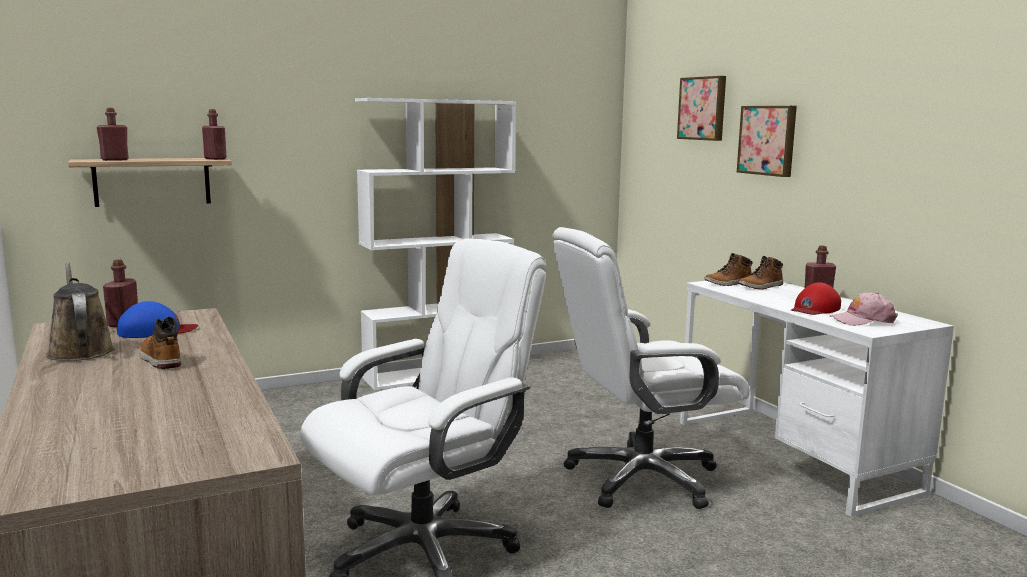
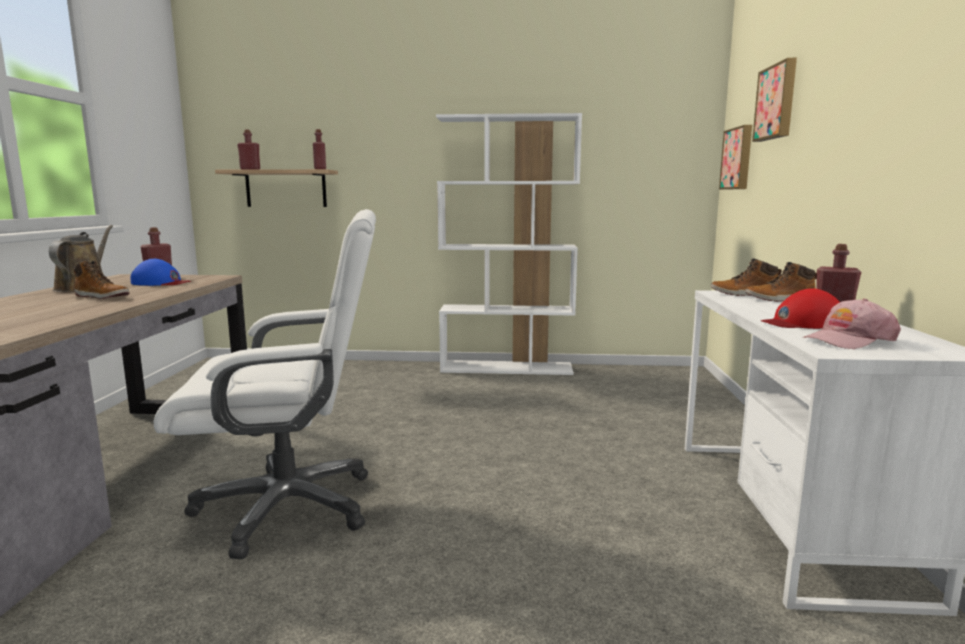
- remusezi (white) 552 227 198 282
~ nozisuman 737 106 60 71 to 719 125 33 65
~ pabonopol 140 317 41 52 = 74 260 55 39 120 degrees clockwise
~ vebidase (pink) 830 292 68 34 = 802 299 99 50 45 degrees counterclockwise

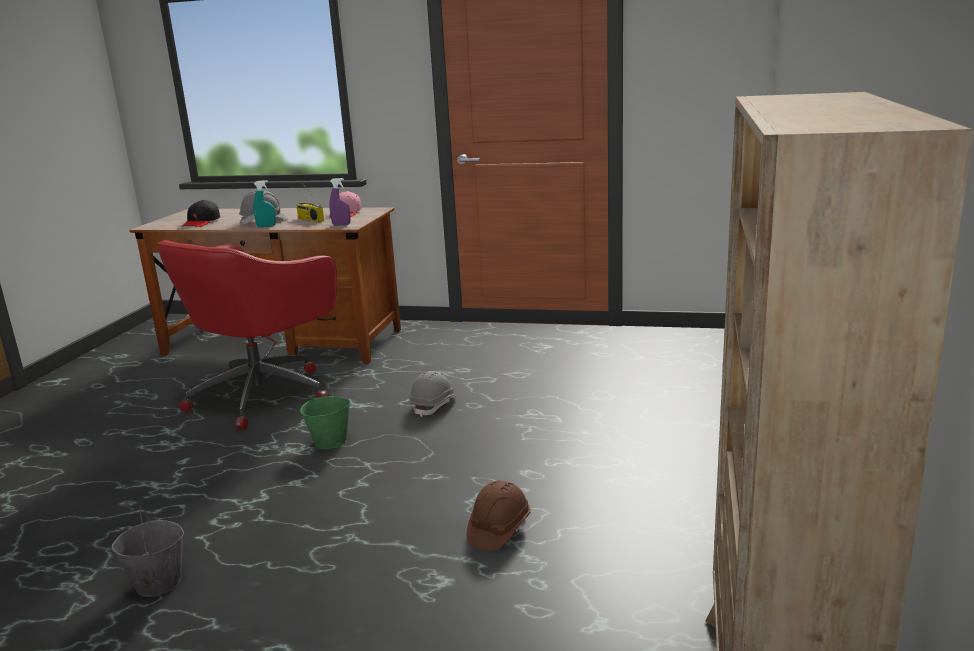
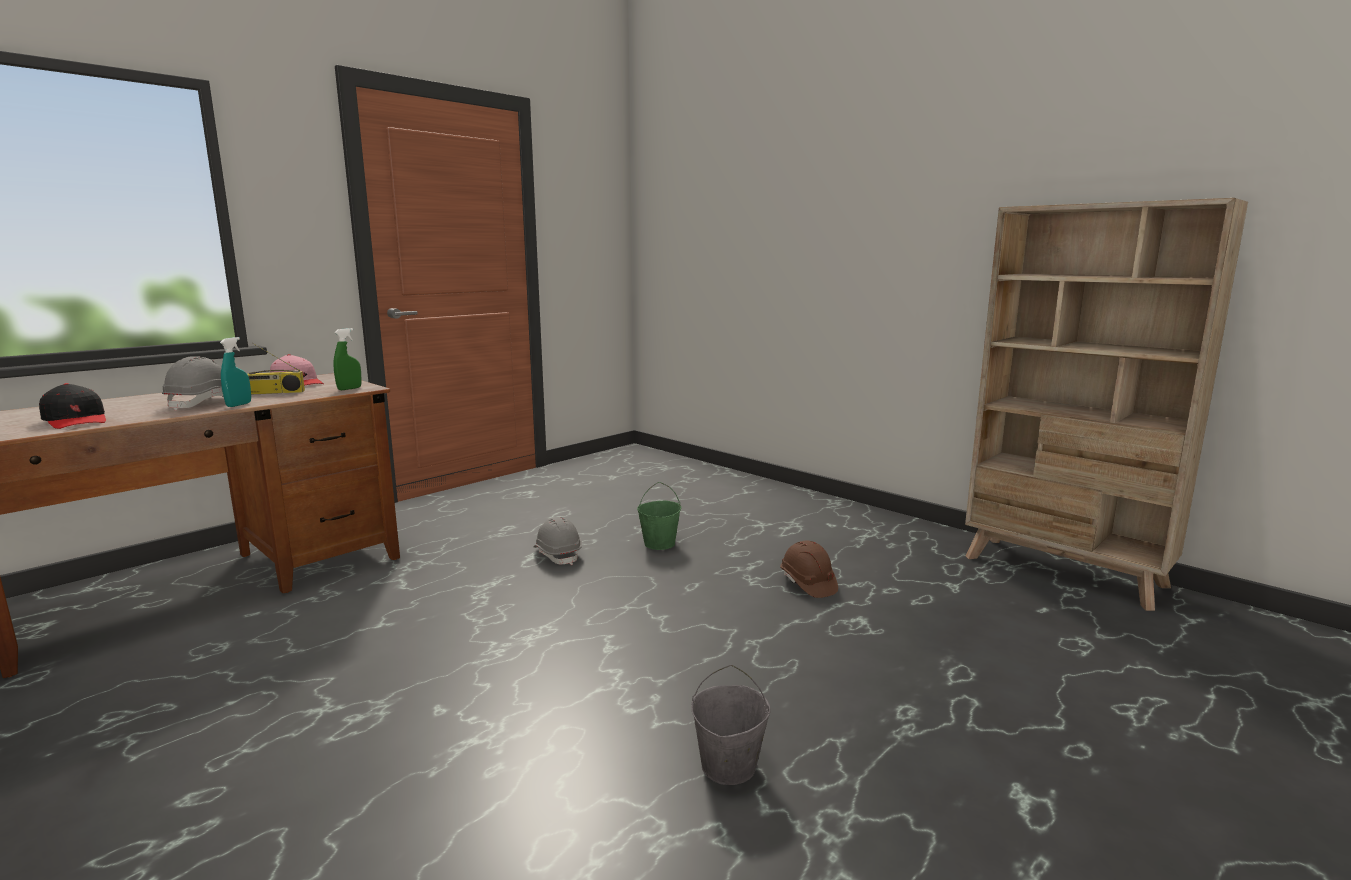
- remusezi (red) 157 240 180 190
~ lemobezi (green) 300 379 51 70 to 637 482 44 68
~ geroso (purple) 329 178 22 47 to geroso (green) 333 328 29 62

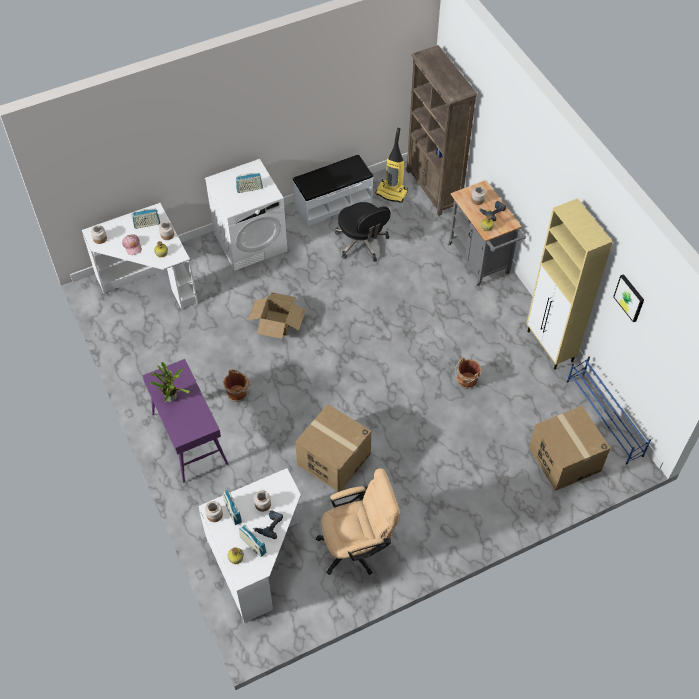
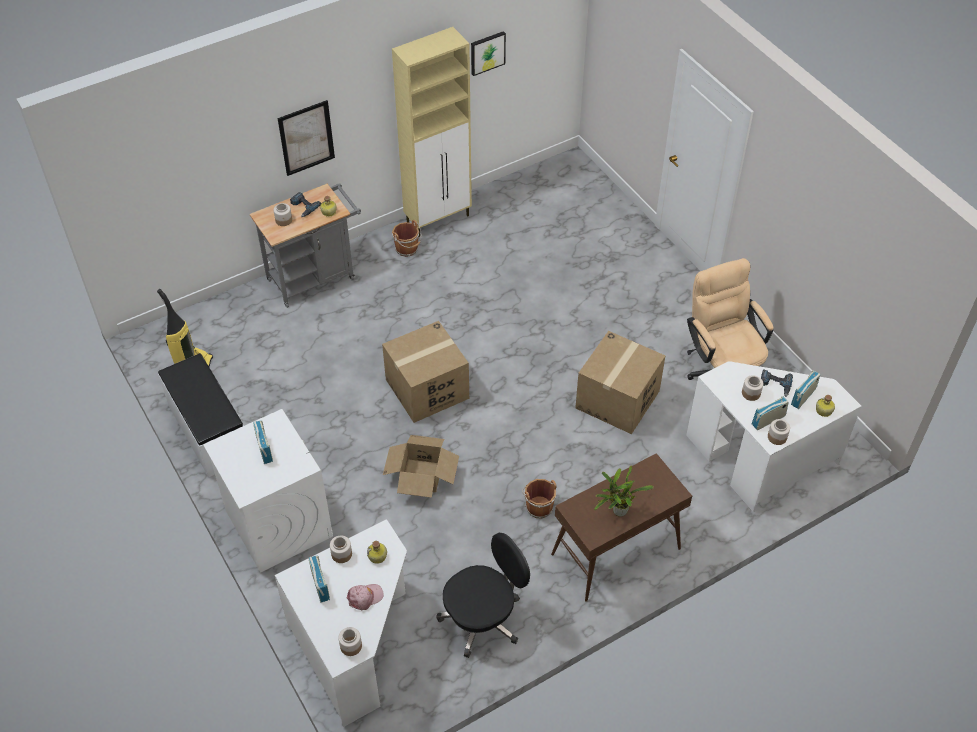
- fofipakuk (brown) 406 45 71 171
- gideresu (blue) 567 357 84 107
+ nozisuman 277 100 58 76
~ remusezi (black) 335 202 55 60 to 436 533 94 125
~ lemobezi (brown) 455 358 27 31 to 392 220 30 37
~ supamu 529 406 82 85 to 382 321 87 102
~ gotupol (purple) 142 359 86 124 to gotupol (brown) 551 453 141 149

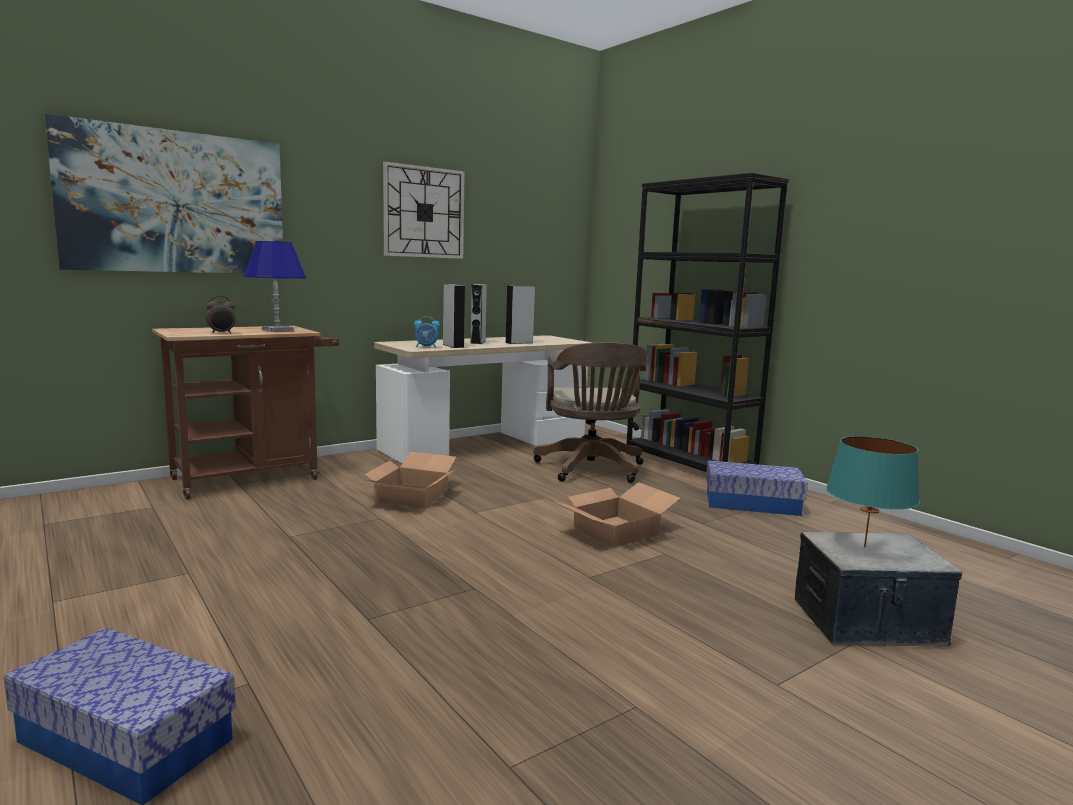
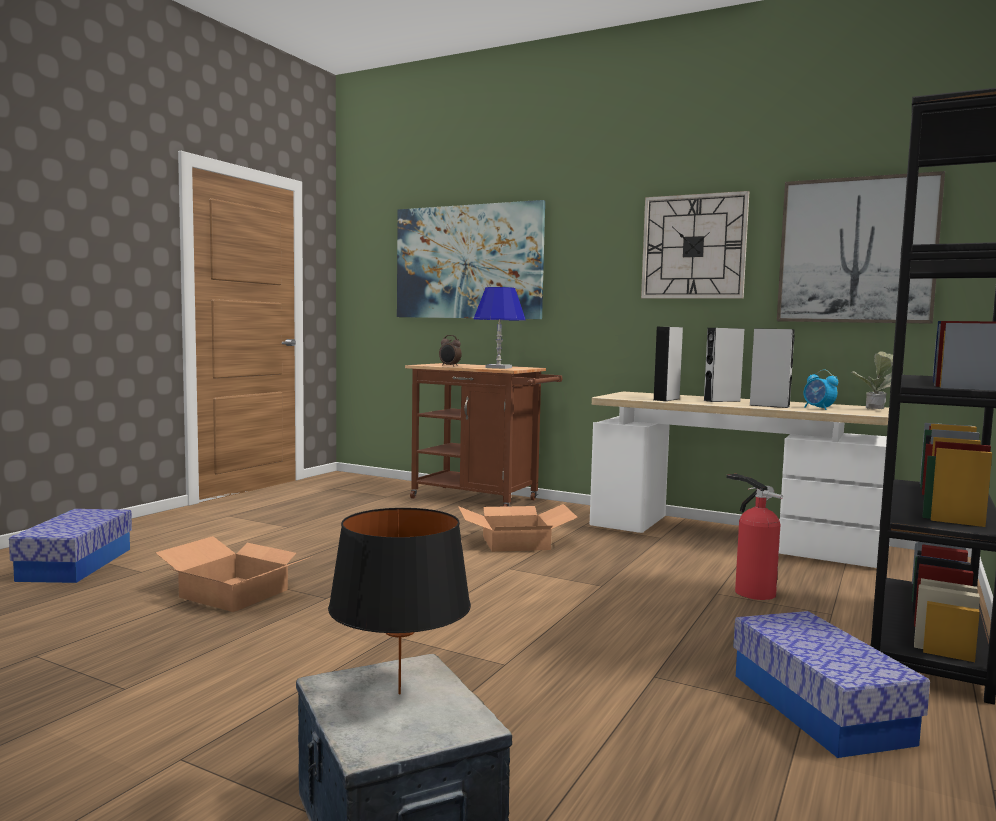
+ nozisuman 777 171 168 153
+ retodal 851 351 42 58
~ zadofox 414 316 26 32 to 803 370 35 40
~ supamu 554 482 126 66 to 156 536 154 76
~ remusezi (brown) 533 342 115 141 to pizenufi 726 474 57 126
~ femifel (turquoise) 826 436 94 111 to femifel (black) 328 508 143 186

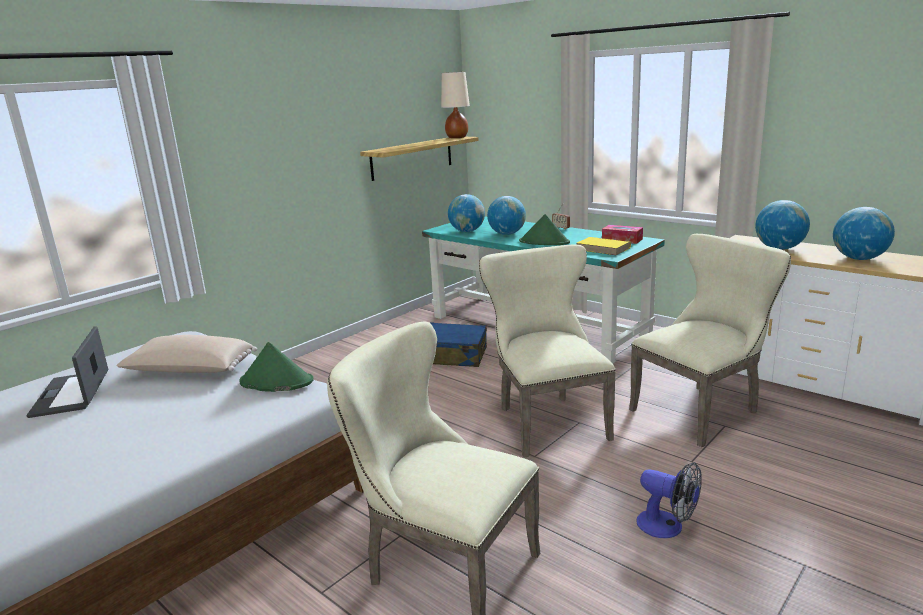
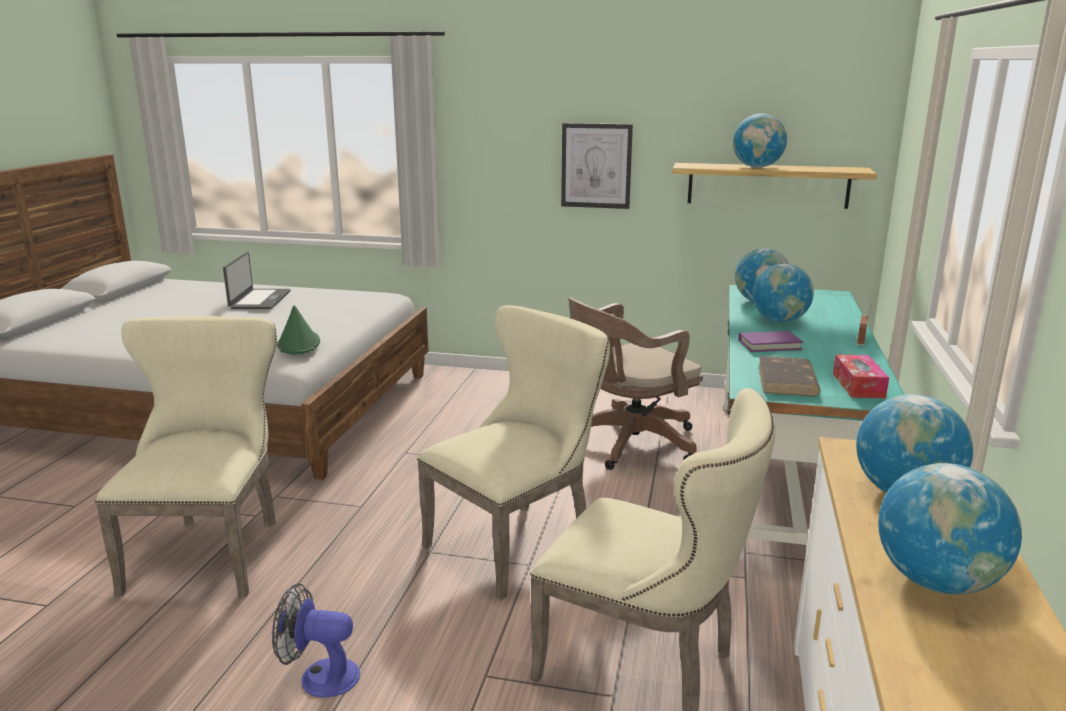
- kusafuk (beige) 117 335 140 38
- femifel (beige) 441 72 29 66
+ nozisuman 561 123 72 86
+ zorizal 733 114 54 54
~ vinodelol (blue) 429 322 58 45 to remusezi (brown) 568 297 135 173
~ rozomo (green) 519 214 51 31 to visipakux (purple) 738 331 66 21
~ visipakux (yellow) 577 237 54 18 to visipakux (brown) 758 356 63 40
~ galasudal 27 327 81 91 = 223 252 68 57 135 degrees clockwise
~ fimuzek 636 462 66 76 = 272 583 88 115 90 degrees clockwise

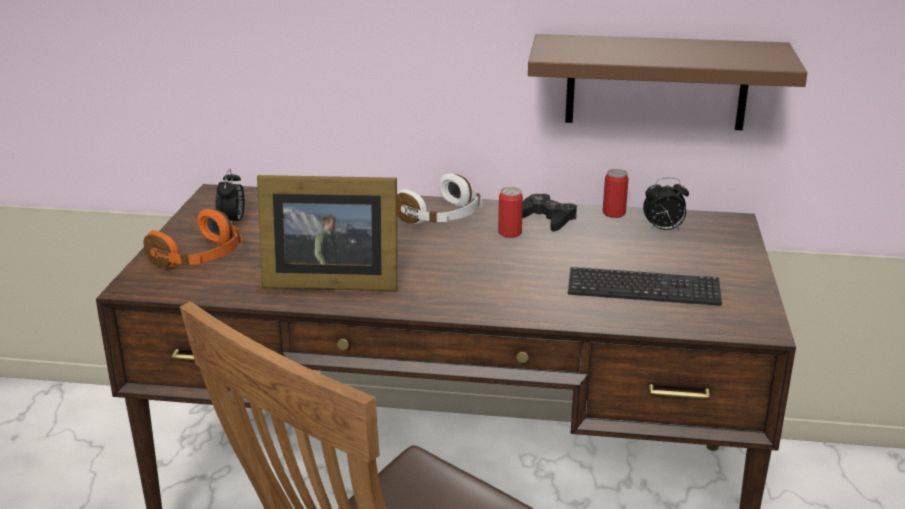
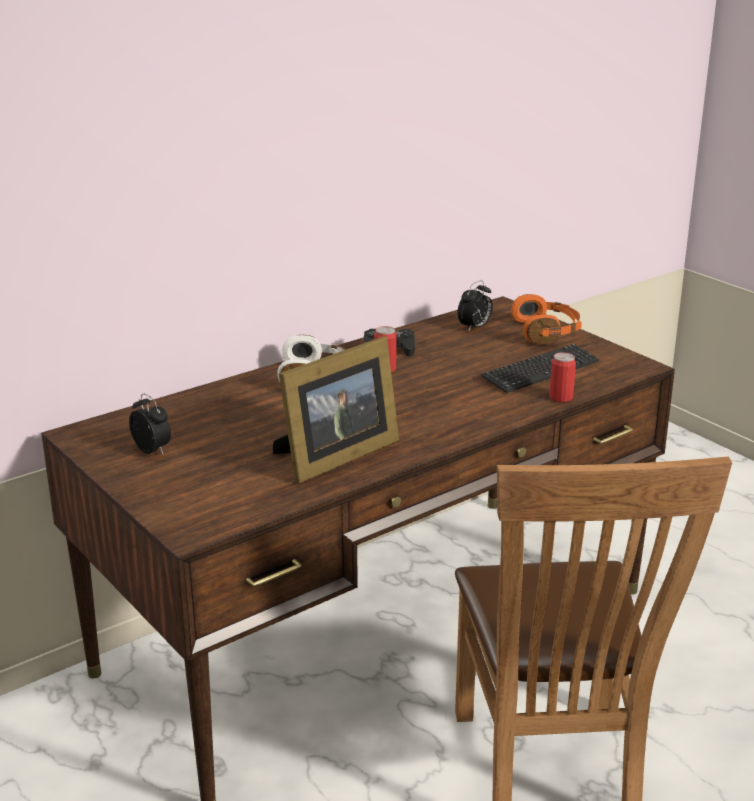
- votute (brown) 528 34 279 96
~ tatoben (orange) 144 209 98 59 to 511 294 71 51
~ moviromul 603 169 26 49 to 549 352 27 50

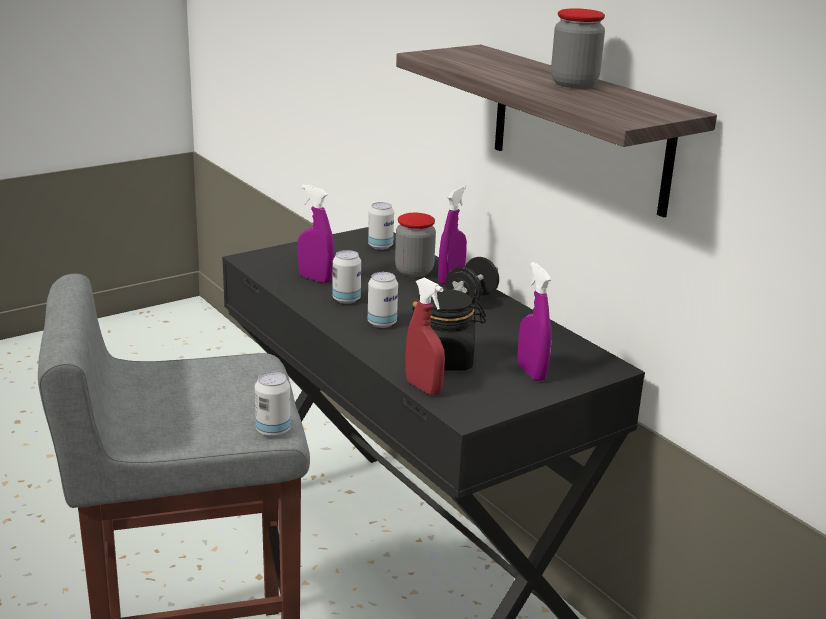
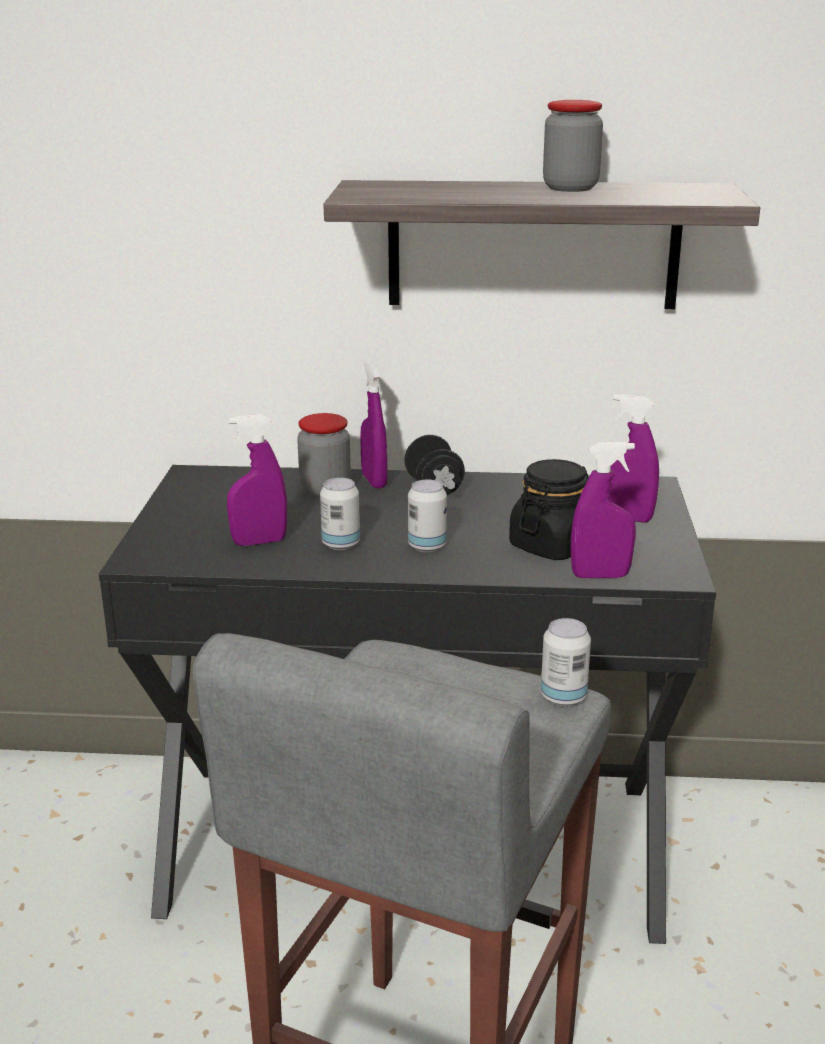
- moviromul 368 202 26 48
~ geroso (red) 406 278 39 117 to geroso (purple) 571 442 65 136

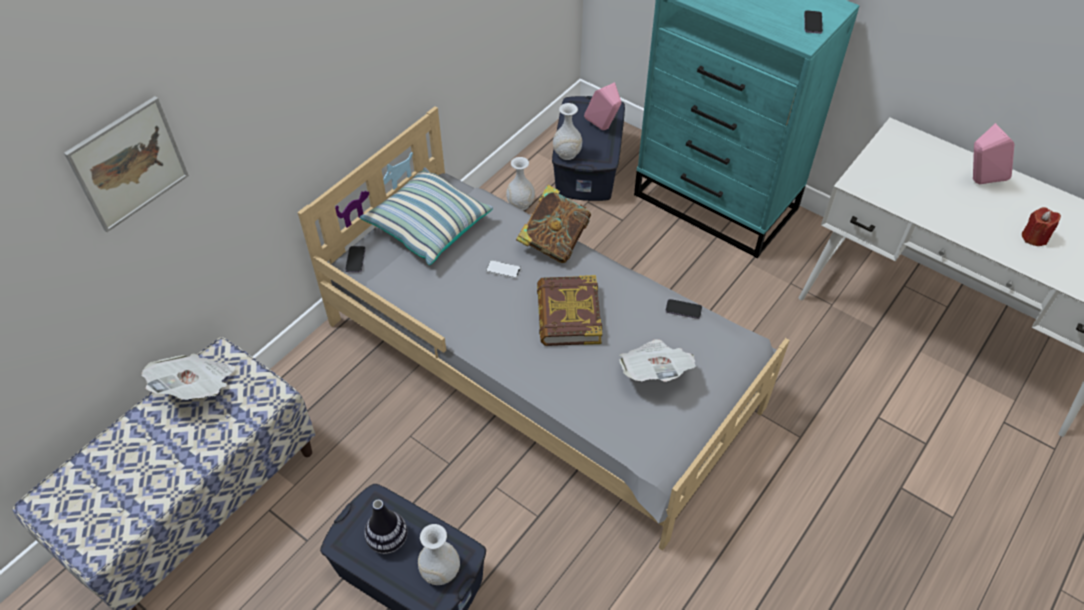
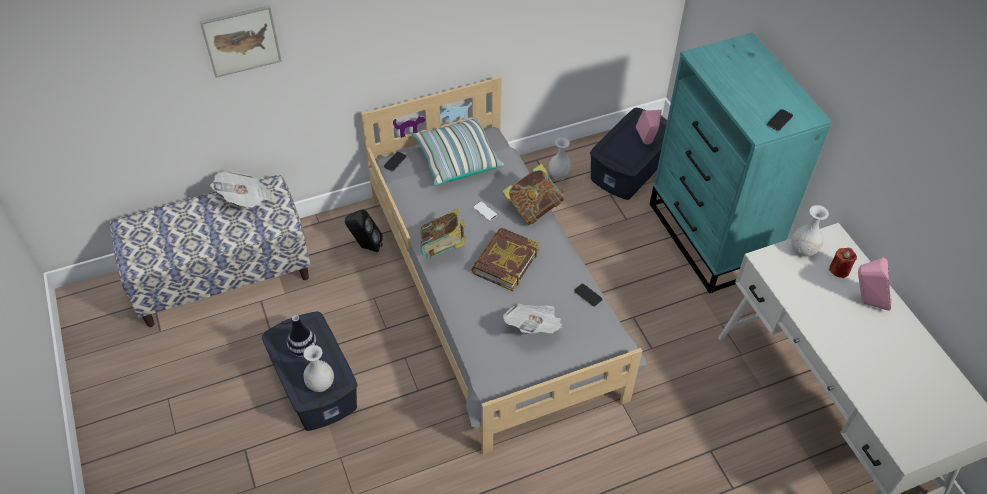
+ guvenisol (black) 345 209 38 43
+ visipakux 420 208 46 50
~ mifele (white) 553 103 29 57 to 791 205 38 53
~ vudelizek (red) 1022 207 39 39 to 829 248 28 30

